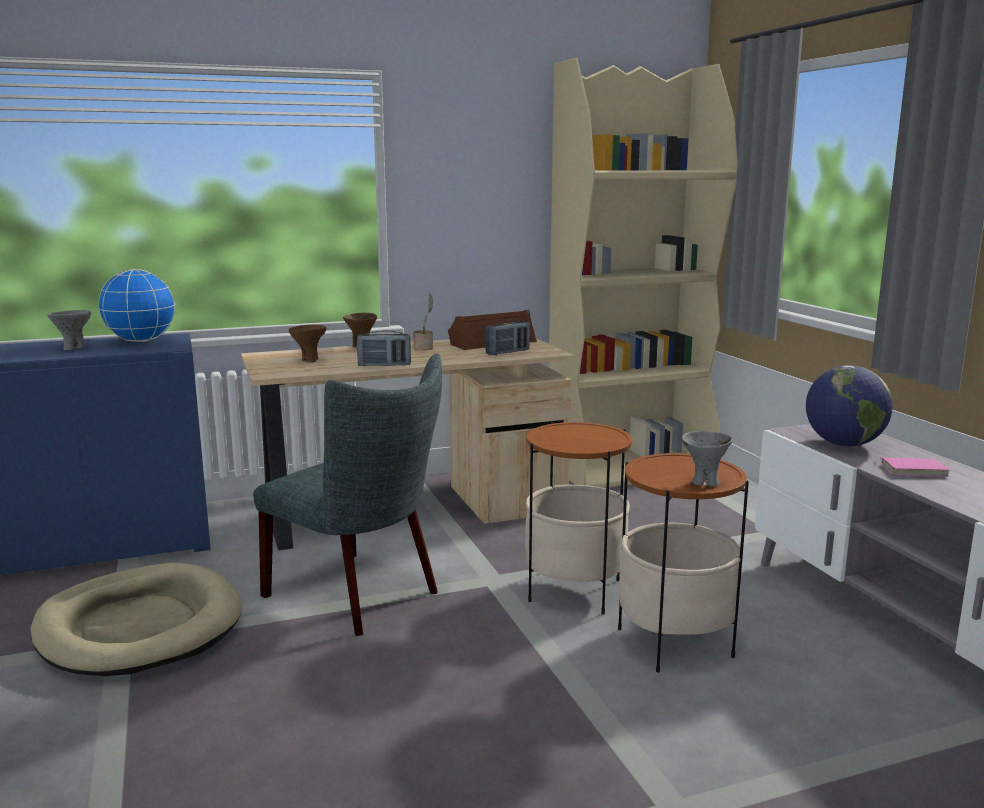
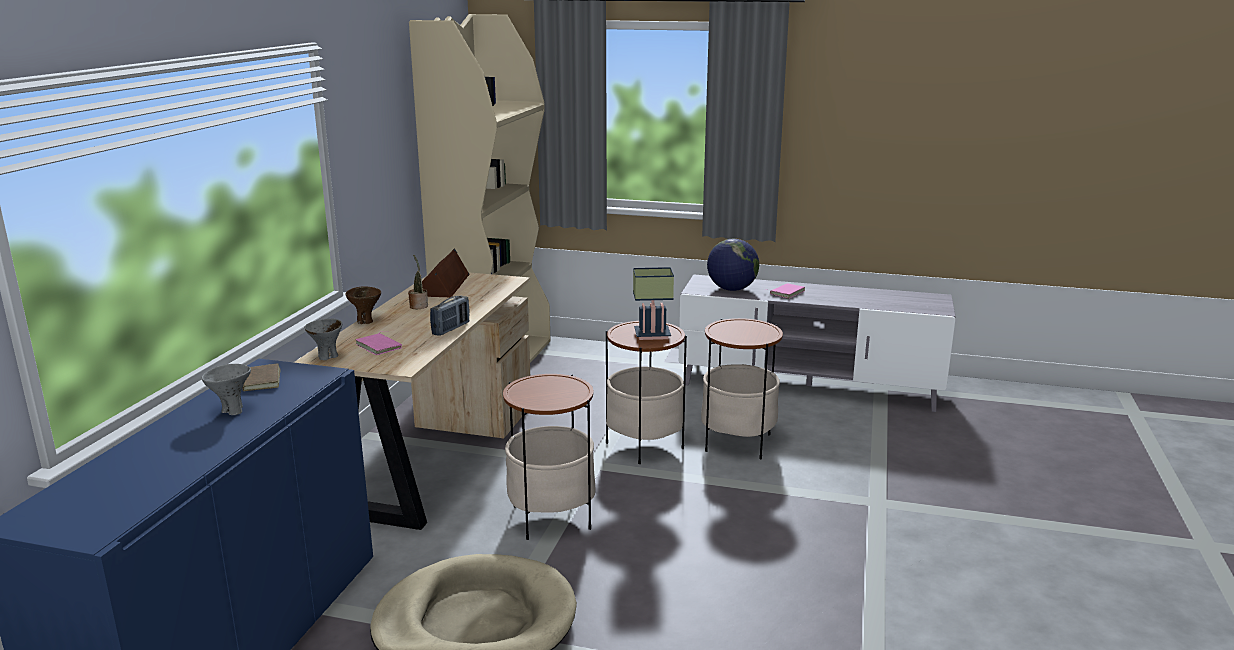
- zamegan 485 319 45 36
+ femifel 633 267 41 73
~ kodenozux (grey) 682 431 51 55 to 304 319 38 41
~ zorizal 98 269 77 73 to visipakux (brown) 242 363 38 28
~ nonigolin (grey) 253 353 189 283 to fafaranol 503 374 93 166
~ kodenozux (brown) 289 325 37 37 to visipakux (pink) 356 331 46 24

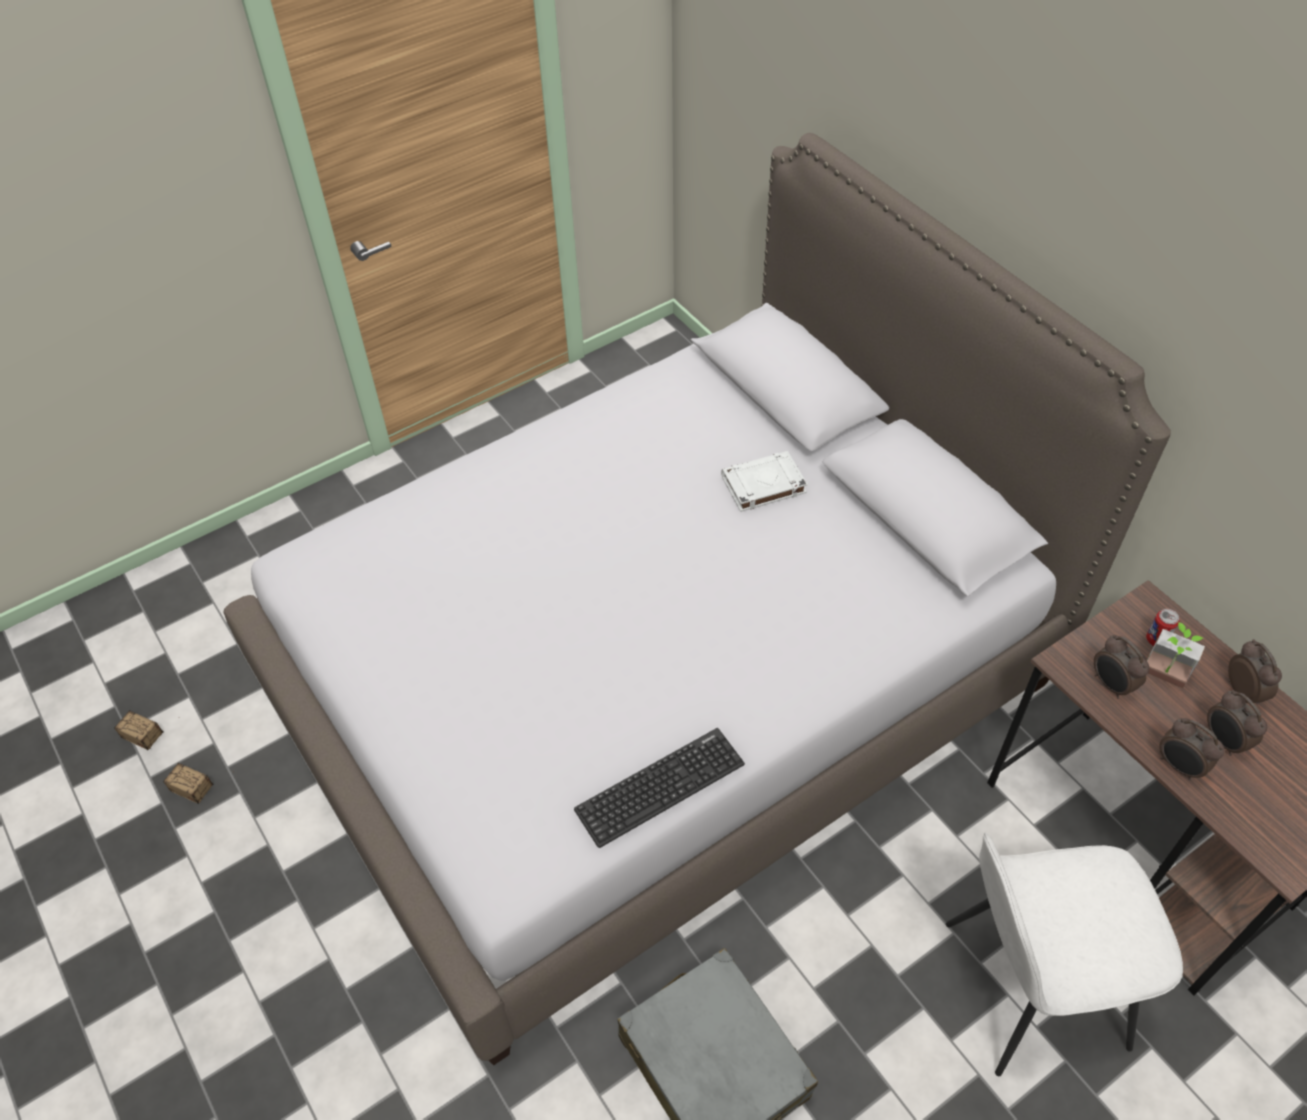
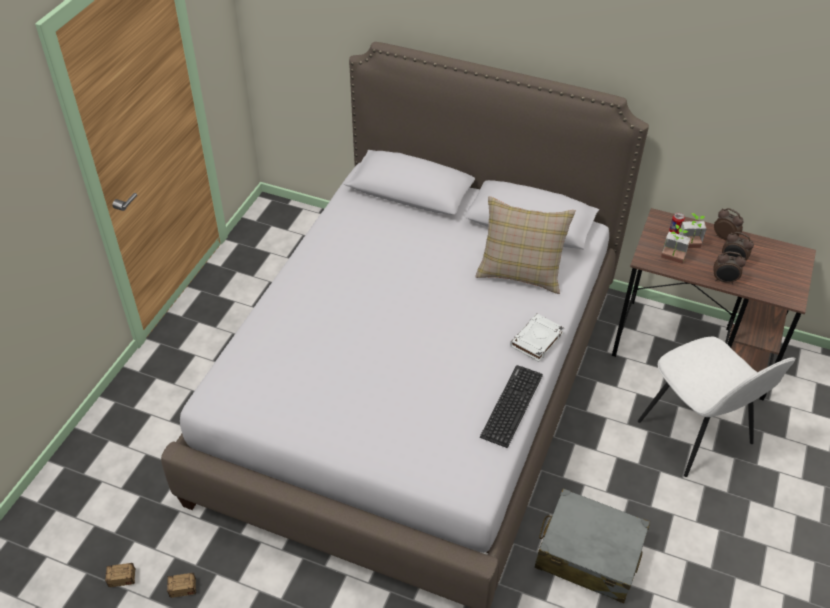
+ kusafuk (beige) 475 196 101 98
~ visipakux (white) 721 451 87 61 to 510 314 54 48
~ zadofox 1094 635 55 64 to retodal 661 224 30 40
~ nonigolin (white) 946 833 237 243 = 638 337 158 140 75 degrees counterclockwise

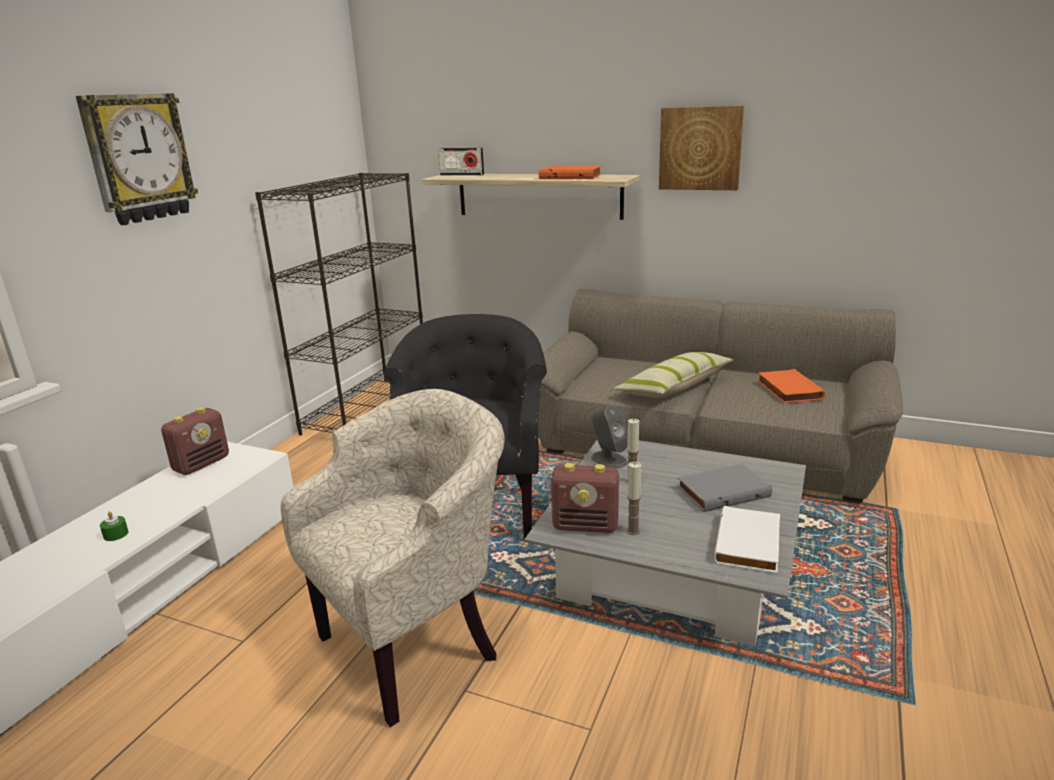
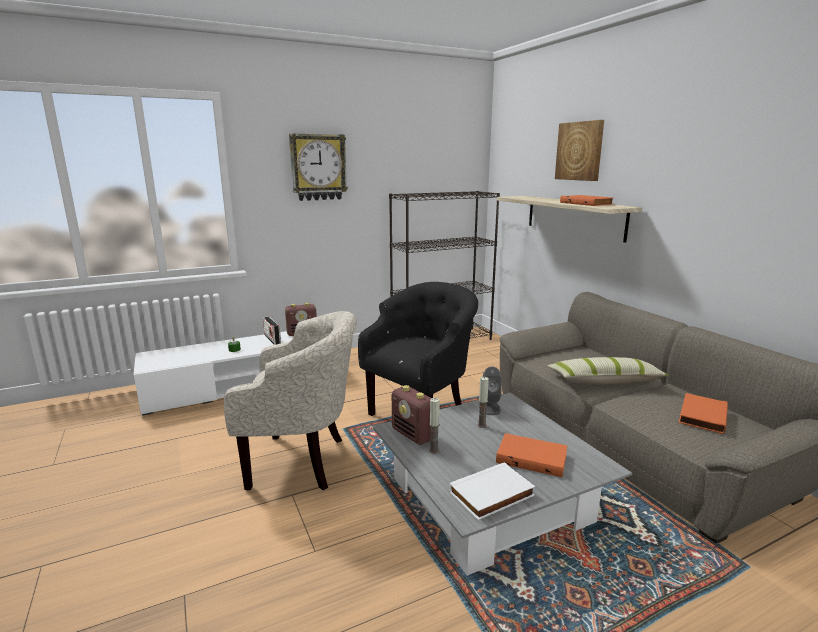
~ zamegan 438 147 46 29 to 263 317 18 28
~ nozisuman 659 105 85 85 to 555 120 49 61
~ visipakux (grey) 677 464 95 48 to visipakux (orange) 496 433 71 44

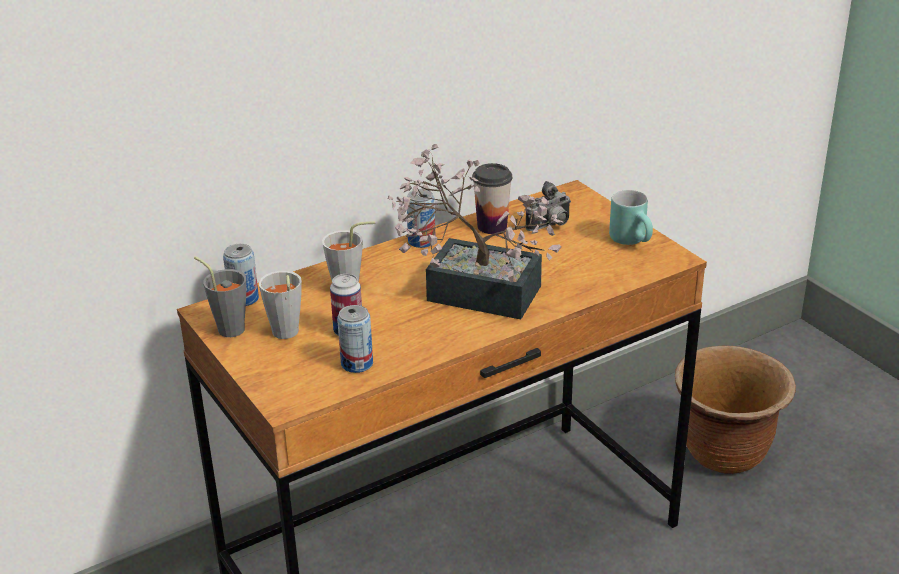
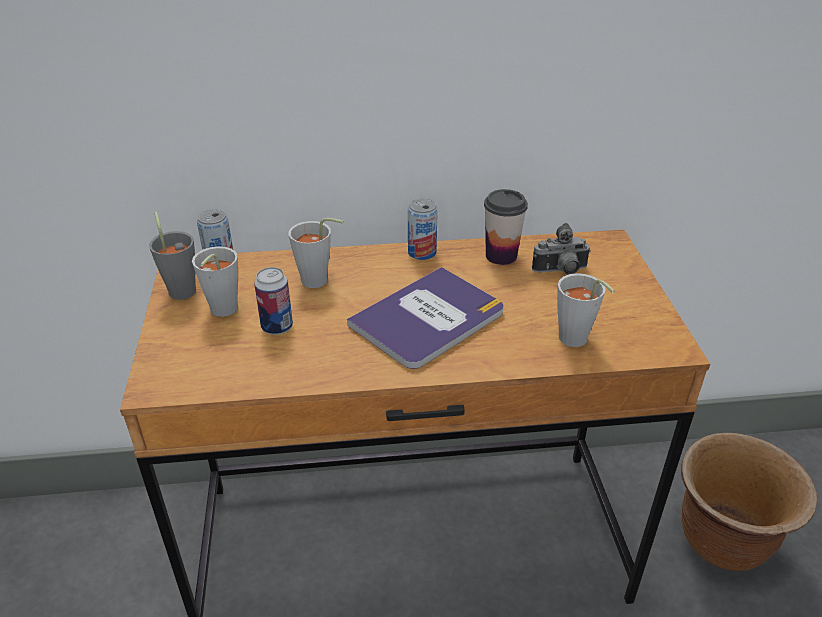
- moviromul 337 305 36 68
- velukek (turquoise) 609 190 44 55
+ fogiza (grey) 557 273 58 74
~ retodal 388 144 175 175 to visipakux 347 267 156 102

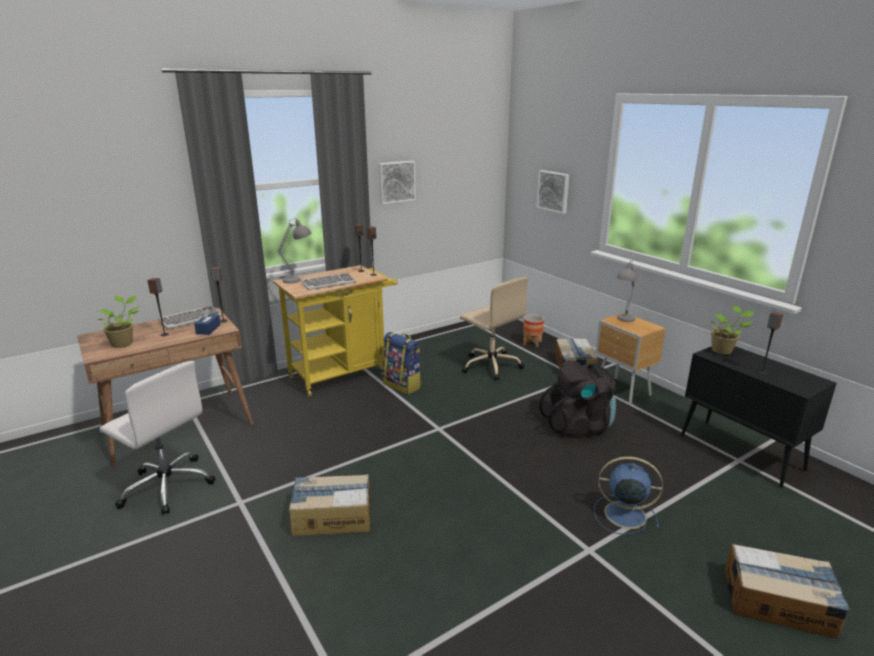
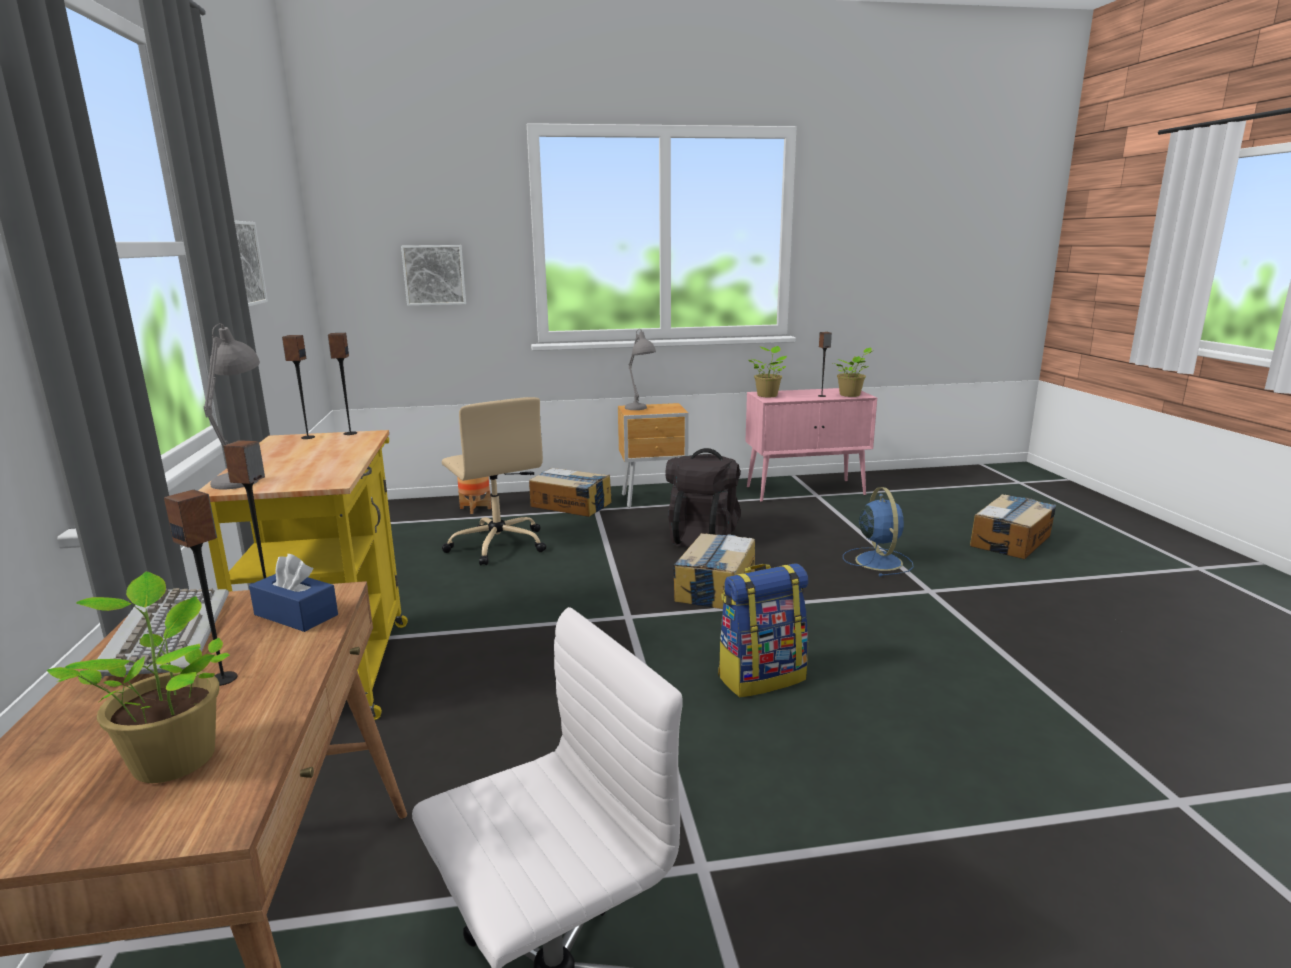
- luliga 301 272 55 18
+ retodal 833 348 39 49
~ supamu 289 474 82 62 to 673 533 82 76
~ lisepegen 383 332 39 63 to 718 563 91 134
~ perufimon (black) 681 346 156 142 to perufimon (pink) 745 388 132 114
~ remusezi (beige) 460 277 68 103 = 442 397 104 169 75 degrees clockwise
~ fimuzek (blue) 594 457 69 78 = 843 487 71 89 135 degrees clockwise

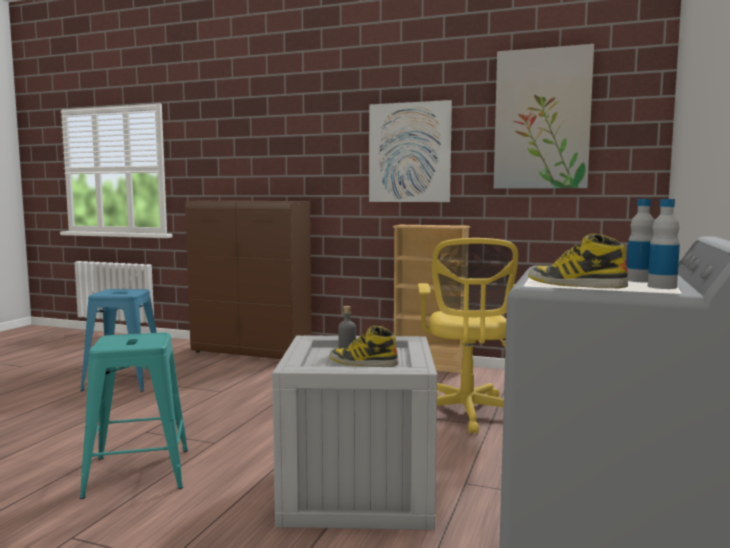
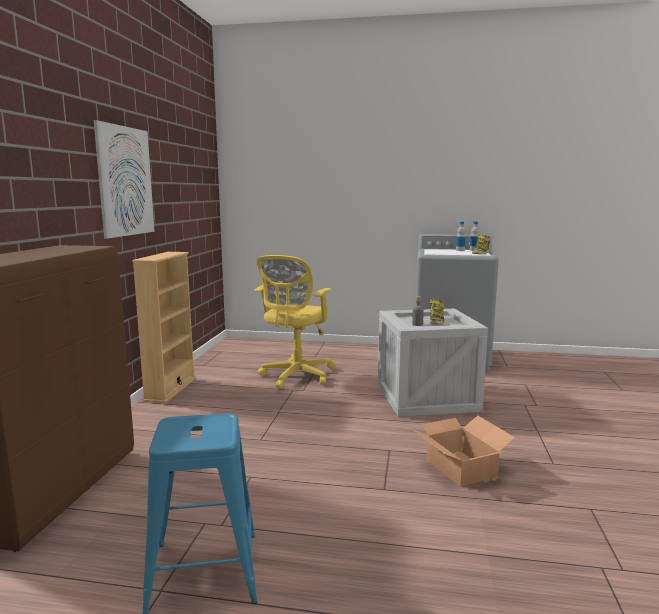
- nozisuman 494 44 100 145
~ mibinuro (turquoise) 80 333 108 166 to supamu 412 415 103 72
~ remusezi (yellow) 418 238 100 196 = 254 255 82 134 120 degrees clockwise

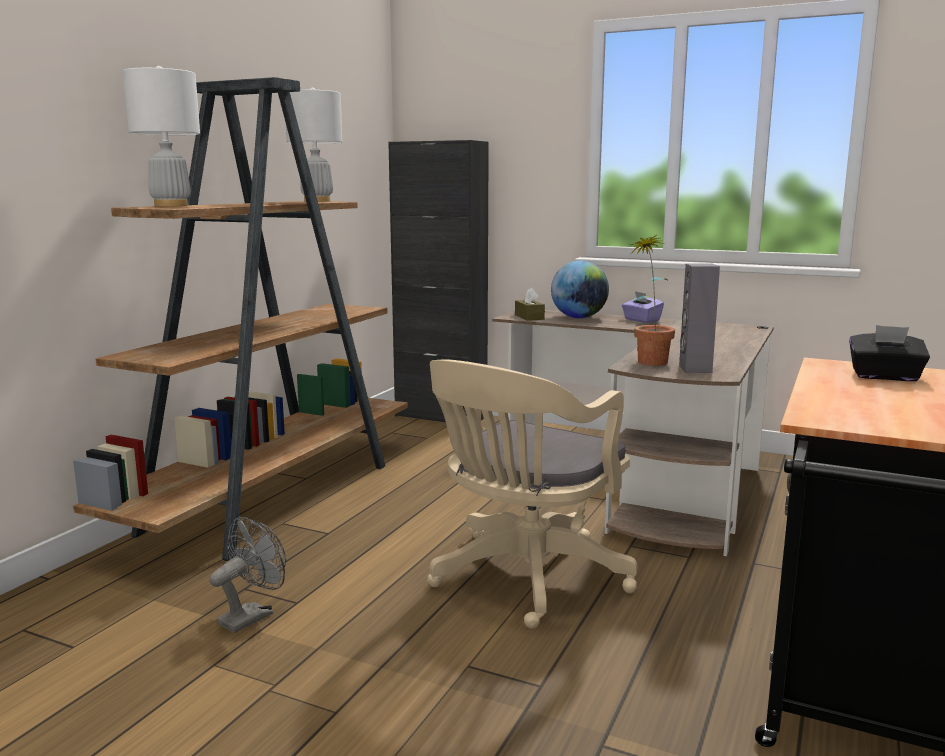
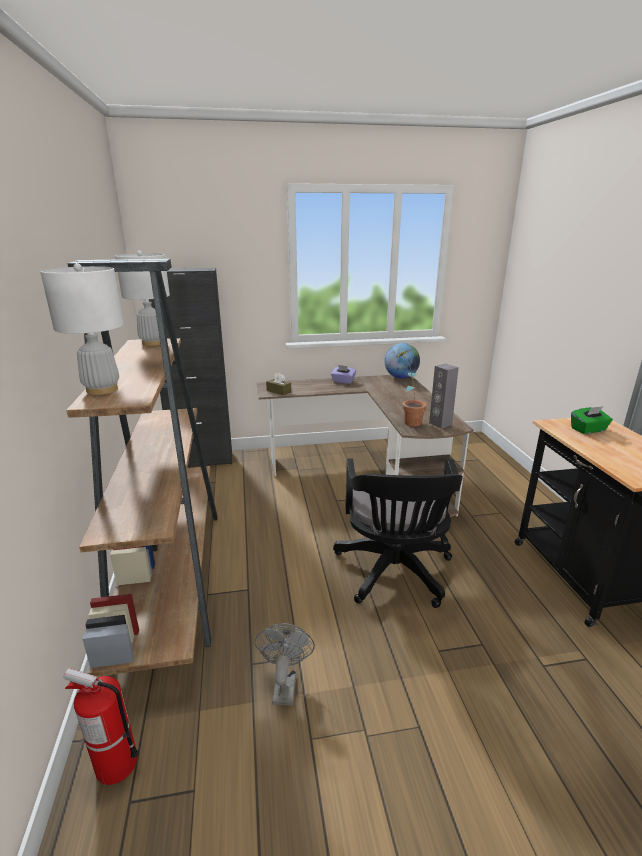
+ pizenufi 63 668 76 117
~ zorizal 551 260 58 58 to 384 343 36 35
~ remusezi (beige) 427 359 210 270 to remusezi (black) 333 459 130 149
~ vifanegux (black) 849 325 81 56 to vifanegux (green) 571 406 42 28

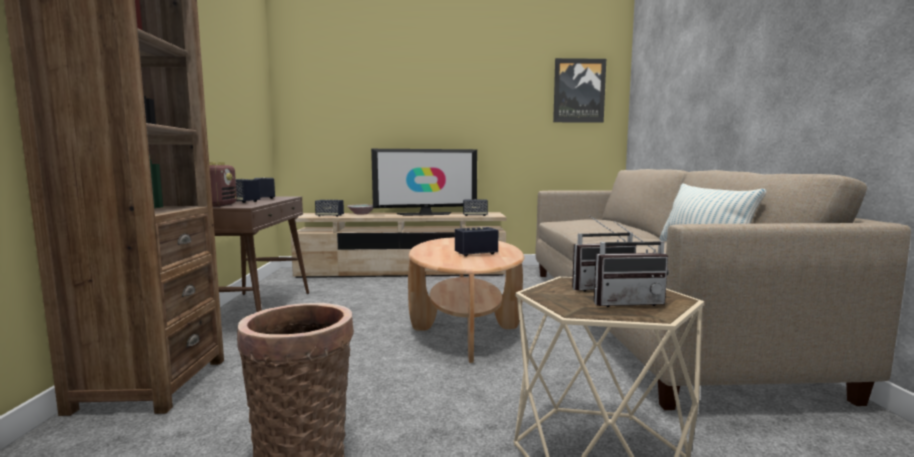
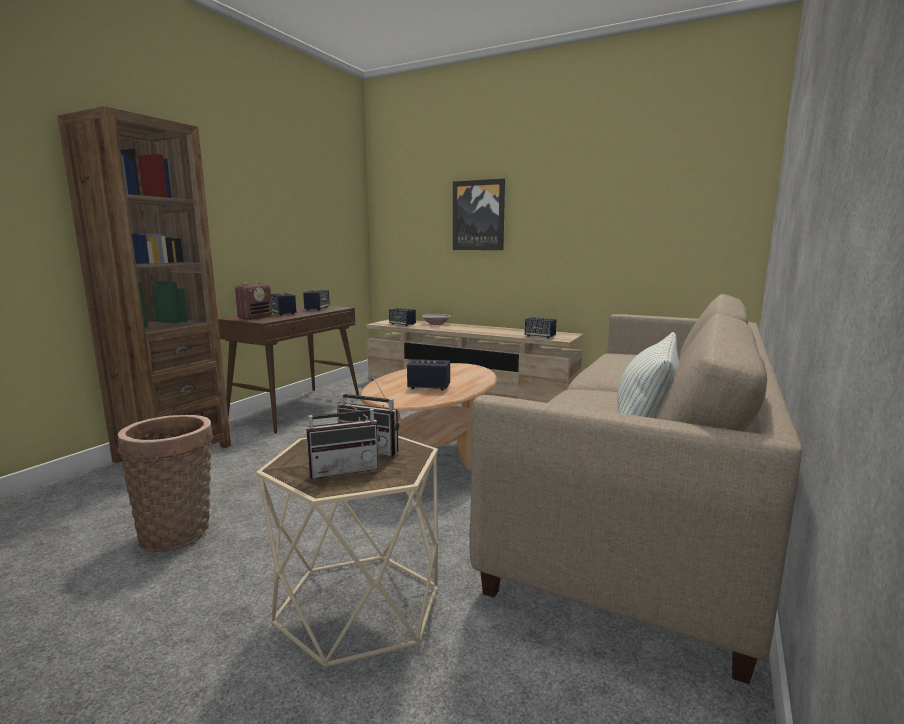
- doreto 371 149 106 67
~ nozisuman 553 58 53 65 to 453 178 52 72
~ zamegan 594 221 75 86 = 306 390 74 89 45 degrees counterclockwise

